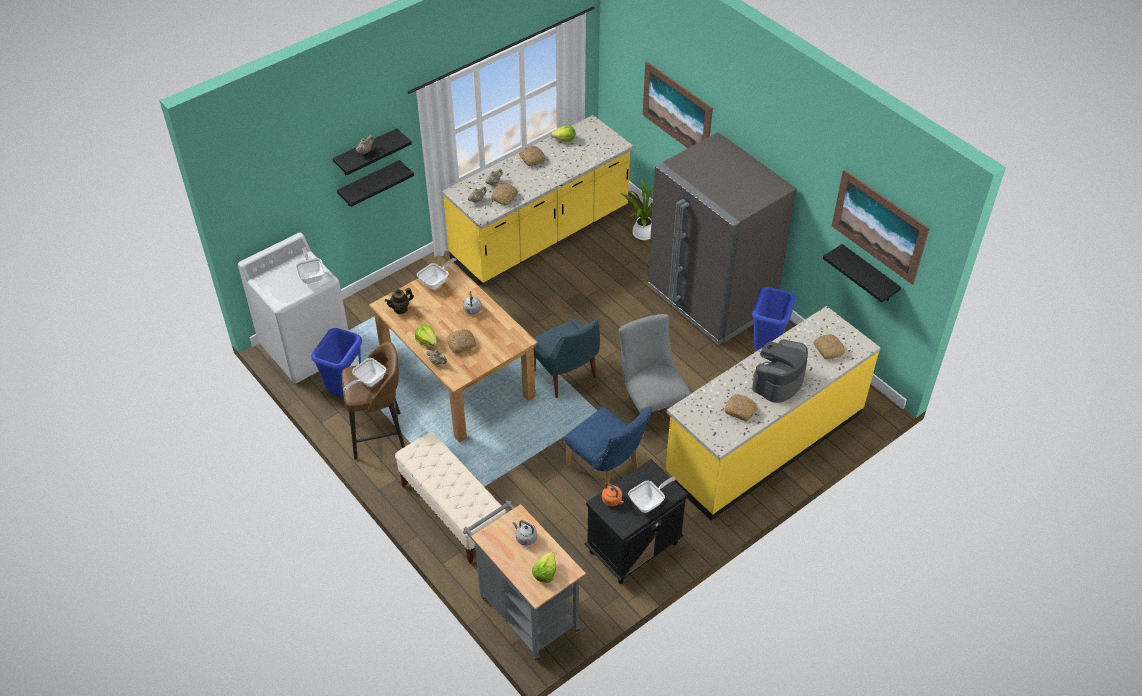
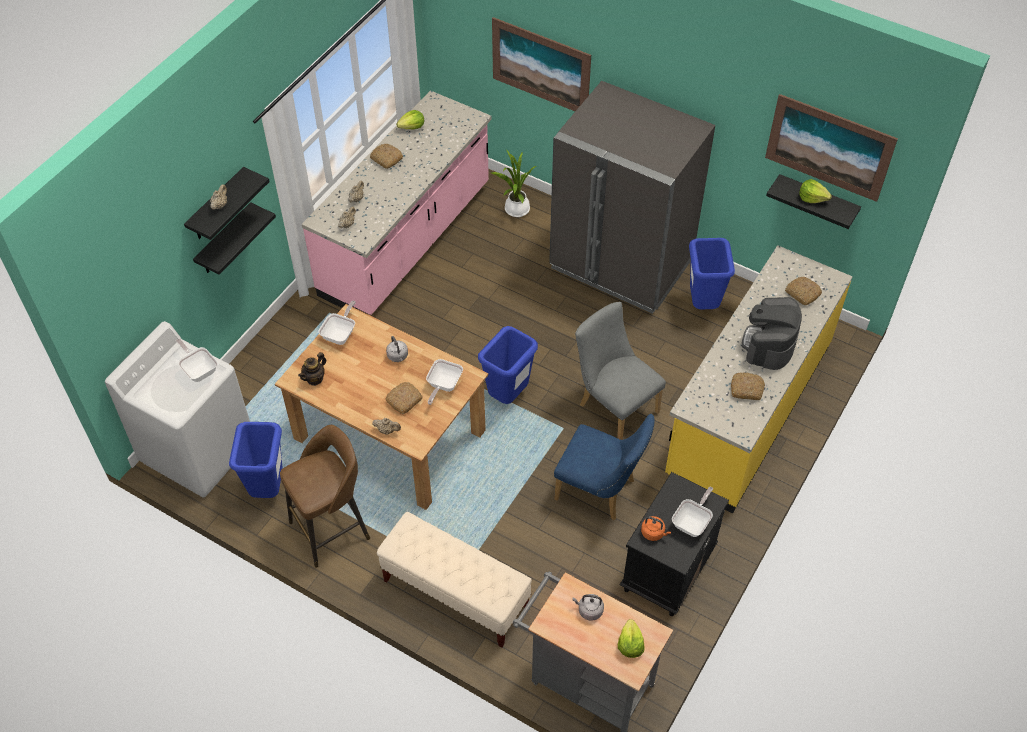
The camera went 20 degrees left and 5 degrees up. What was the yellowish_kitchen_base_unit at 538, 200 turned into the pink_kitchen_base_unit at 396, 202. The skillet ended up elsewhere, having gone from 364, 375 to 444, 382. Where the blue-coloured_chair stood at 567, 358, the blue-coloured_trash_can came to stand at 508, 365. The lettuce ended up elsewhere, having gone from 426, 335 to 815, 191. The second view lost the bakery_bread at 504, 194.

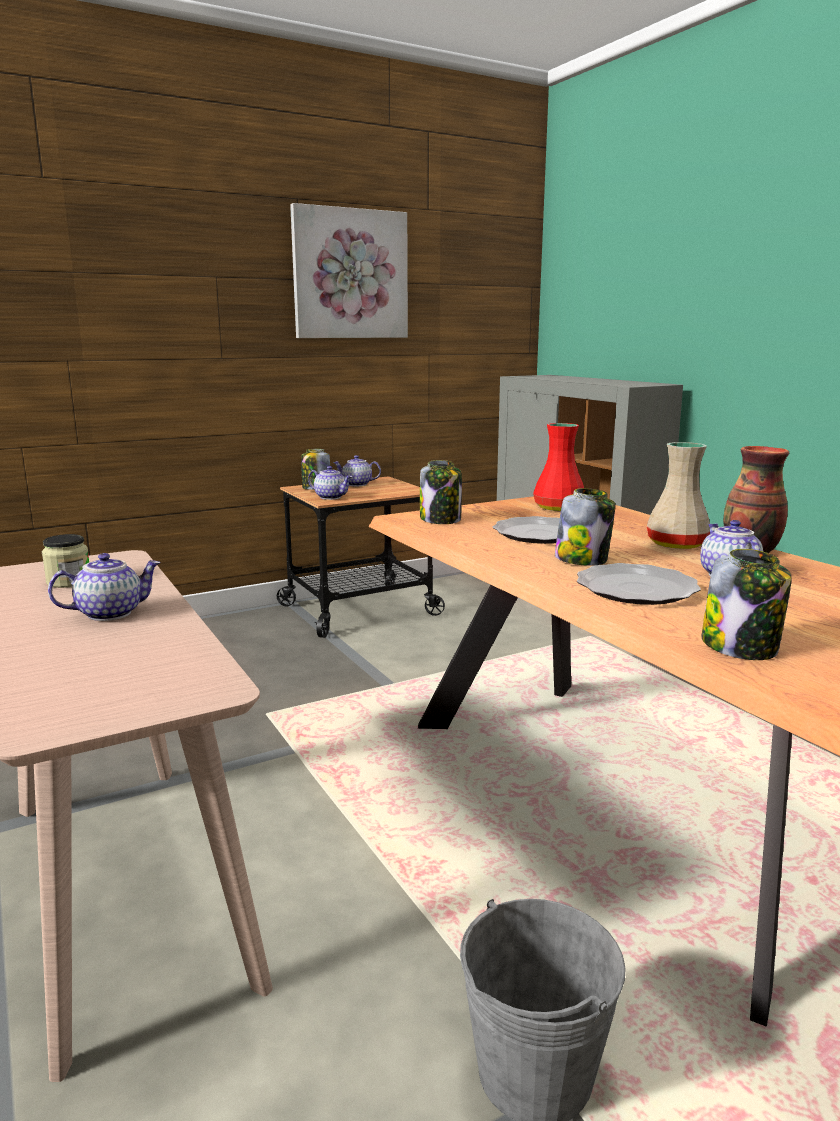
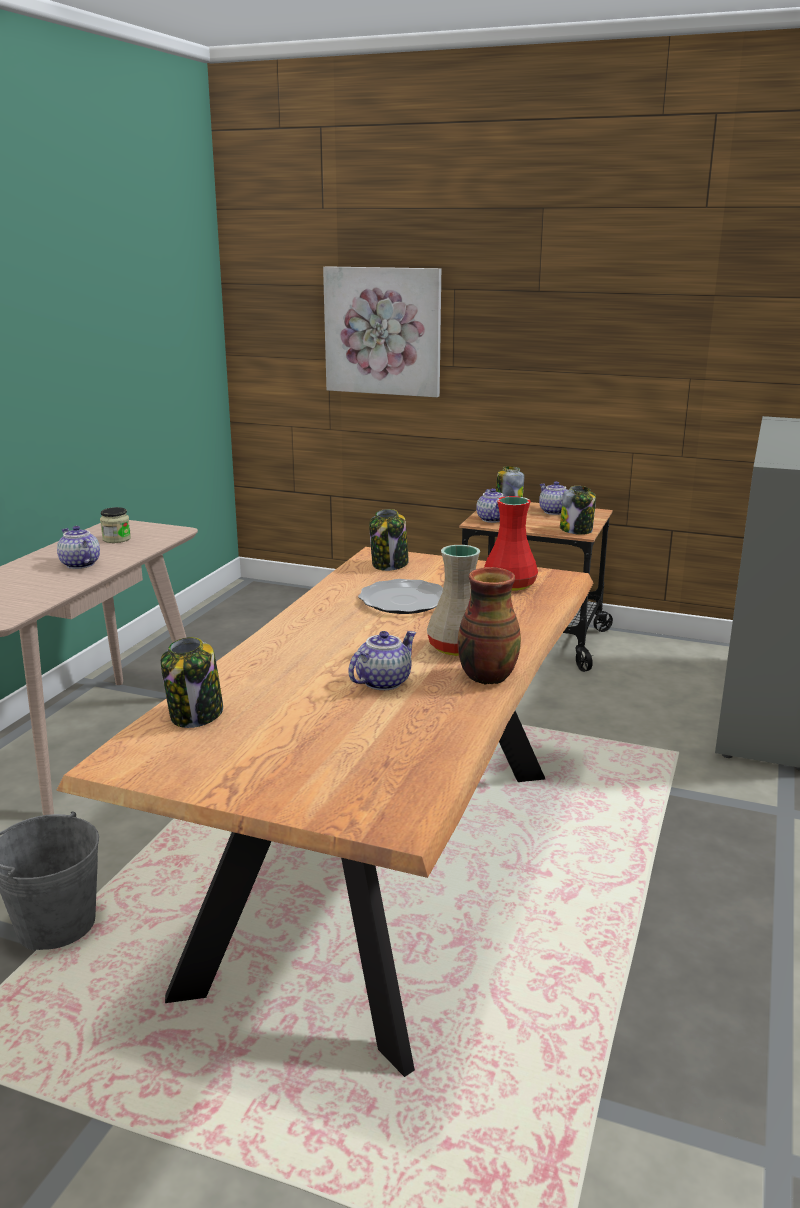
The camera went 50 degrees right and 5 degrees up. The pot_for_tea at 104, 587 ended up facing another way, 150 degrees counterclockwise from before. The picture ended up elsewhere, having gone from 349, 270 to 382, 331. The jar ended up elsewhere, having gone from 585, 527 to 578, 510. The second view lost the flat_dish at 639, 584.

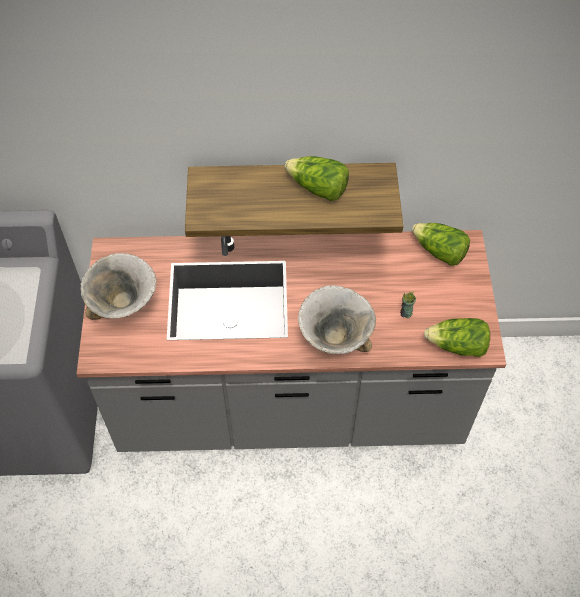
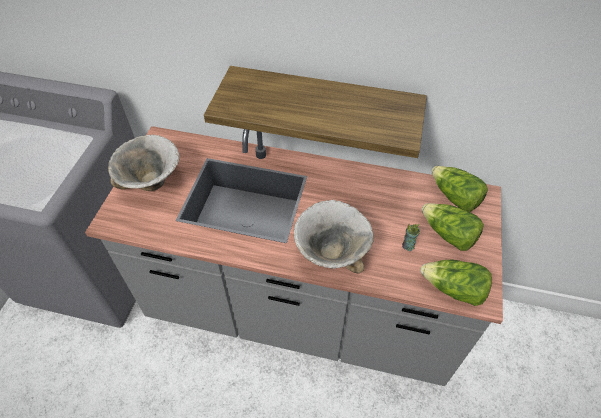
The camera went 15 degrees right and 5 degrees down. The lettuce ended up elsewhere, having gone from 316, 178 to 452, 227.

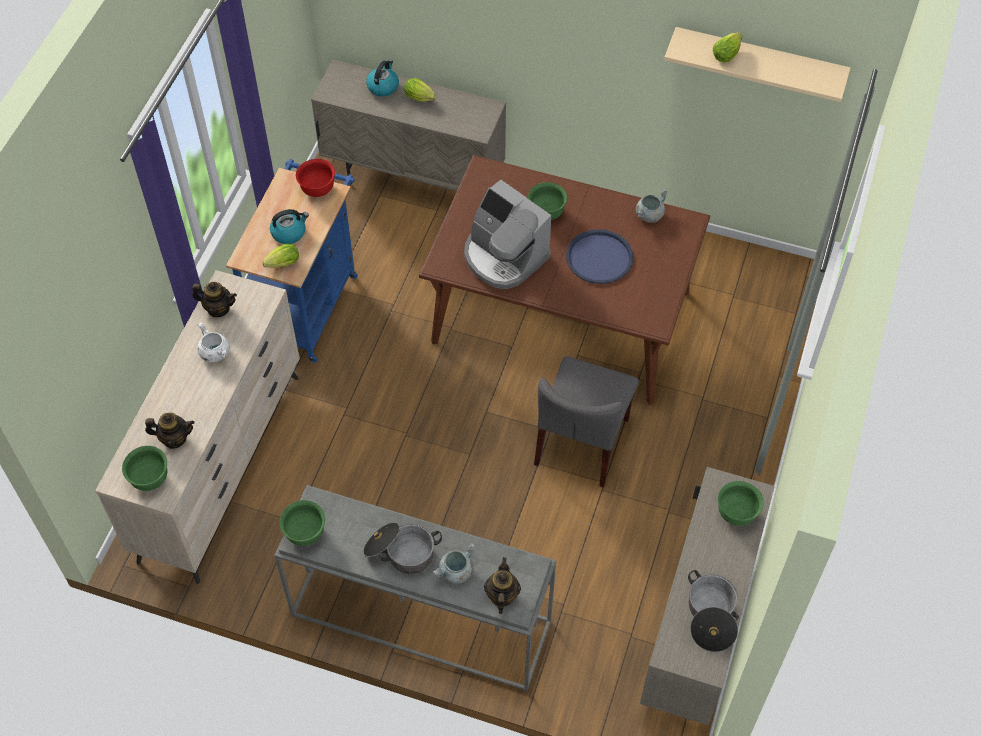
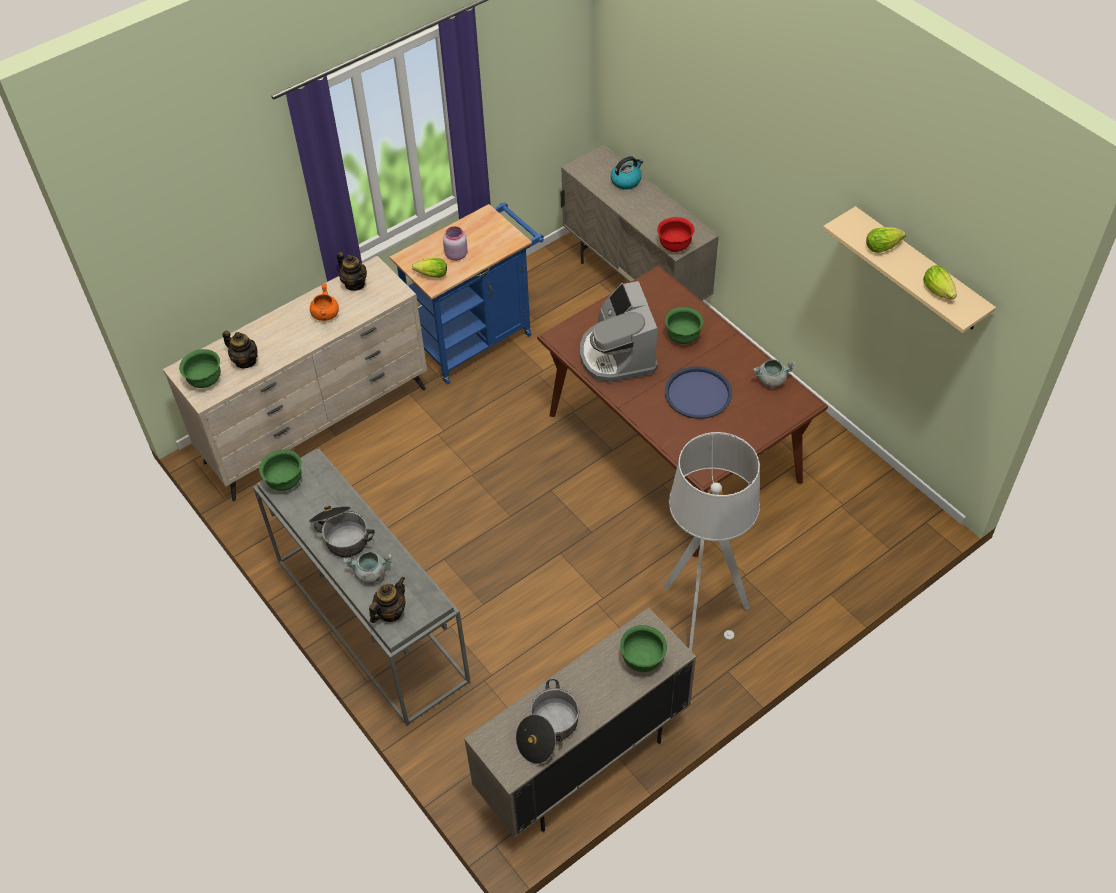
The camera went 35 degrees right and 5 degrees down. What was the white_saucepot at 213, 342 turned into the orange-coloured_saucepot at 324, 302. Where the tea_kettle stood at 289, 226, the pink_jar came to stand at 455, 243. The reddish_serving_bowl ended up elsewhere, having gone from 315, 178 to 675, 234. The second view gained the greyish_floor_lamp at 711, 541. The lettuce ended up elsewhere, having gone from 420, 89 to 940, 282. The second view lost the greyish_chair at 586, 422.

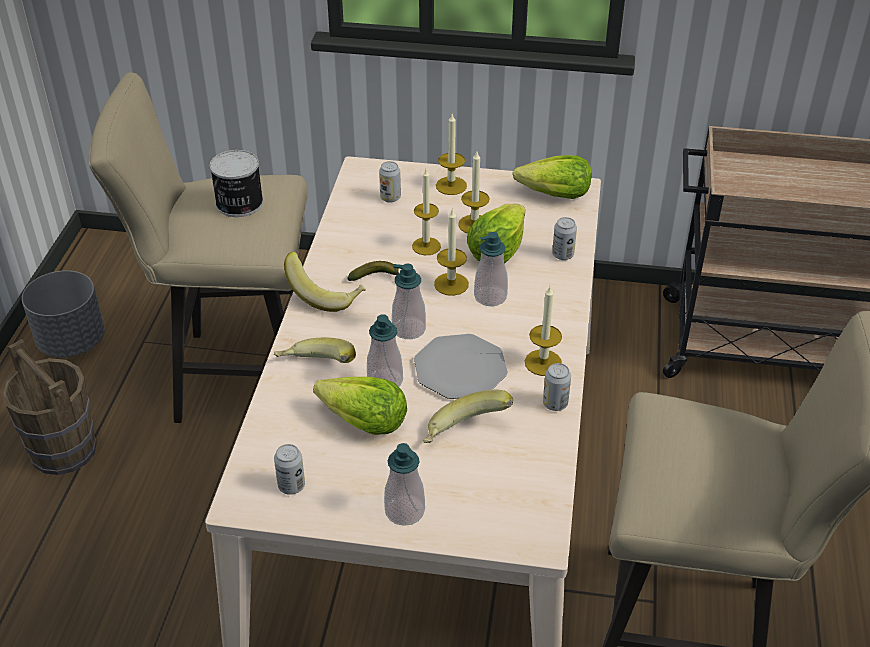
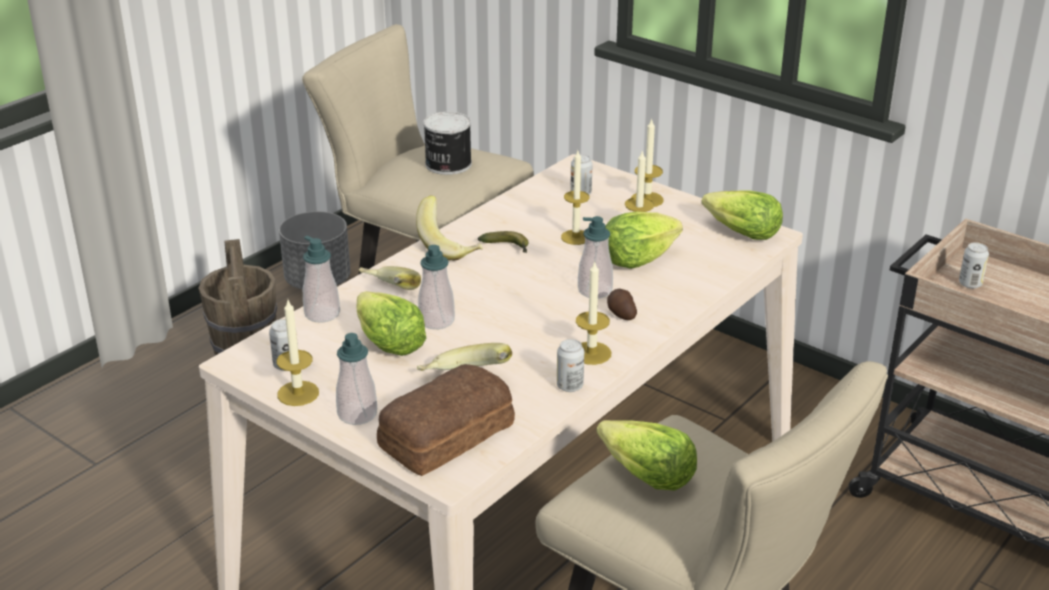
The camera went 30 degrees right and 10 degrees down. The candle ended up elsewhere, having gone from 451, 252 to 298, 353. The soap_dispenser ended up elsewhere, having gone from 409, 301 to 321, 279. The second view gained the bakery_bread at 446, 420. The second view gained the lettuce at 647, 455. The second view gained the whole_potato at 622, 304. The metal_can ended up elsewhere, having gone from 564, 238 to 974, 265. The second view lost the flat_dish at 461, 366.

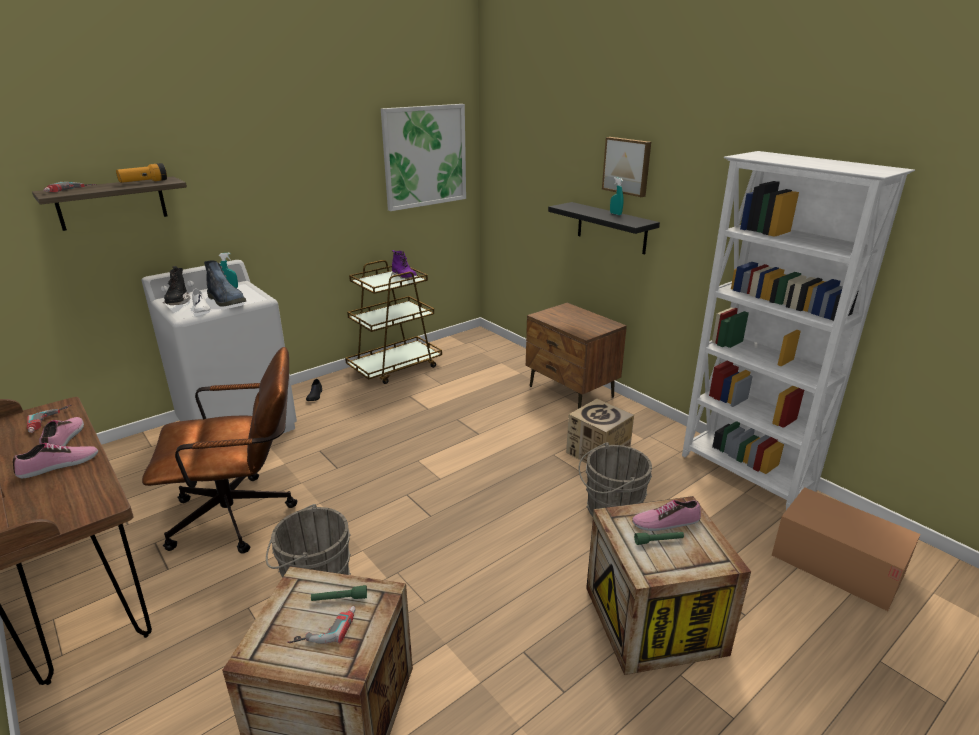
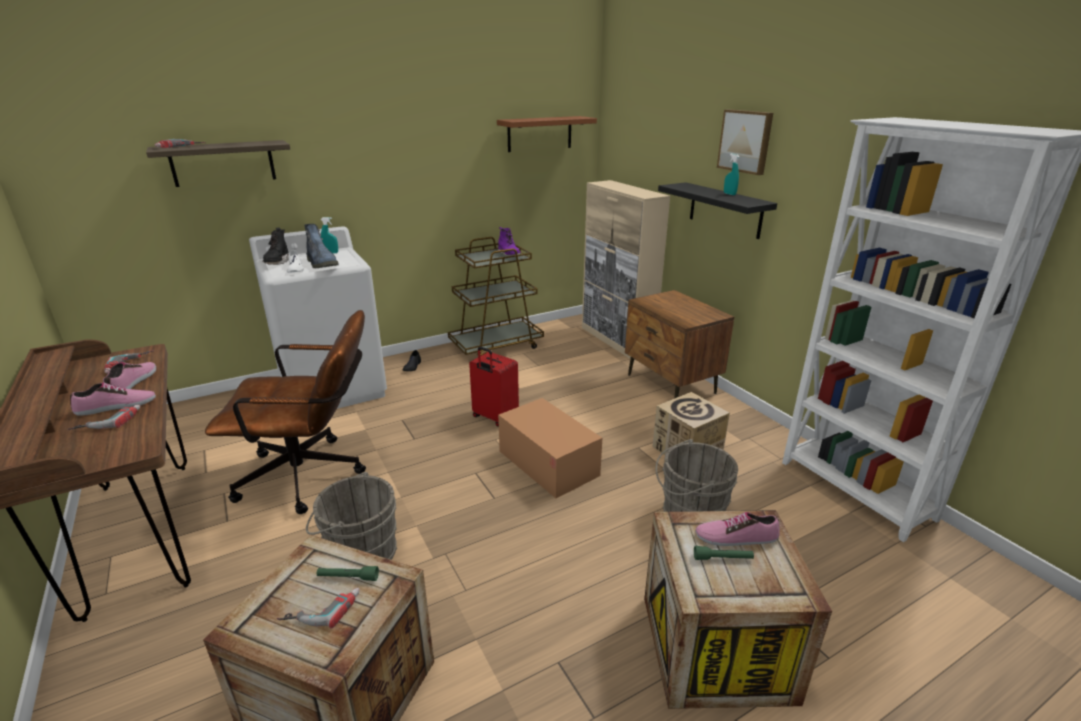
The camera went 10 degrees right and 0 degrees up. The second view gained the power_drill at 104, 417. The second view gained the reddish_piece_of_luggage at 494, 386. Where the picture hung at 423, 157, the brown_bracket_shelf came to hang at 547, 134. The carton ended up elsewhere, having gone from 846, 549 to 550, 448. The second view gained the beige-coloured_cupboard at 626, 270. The second view lost the flashlight at 141, 173.

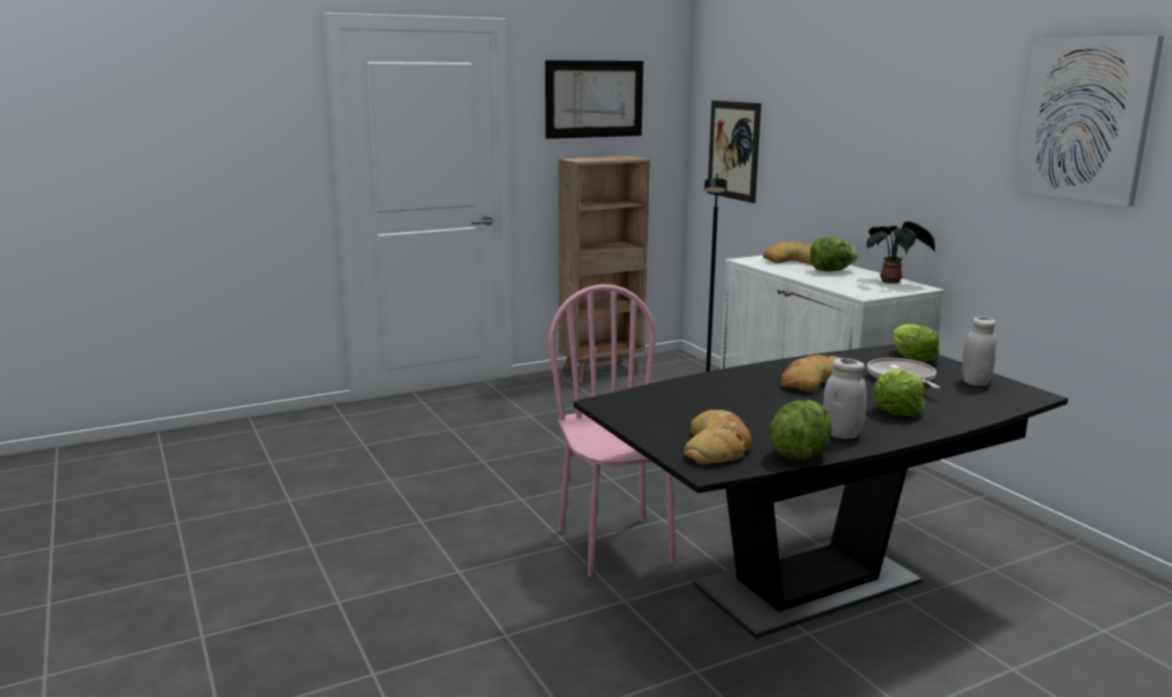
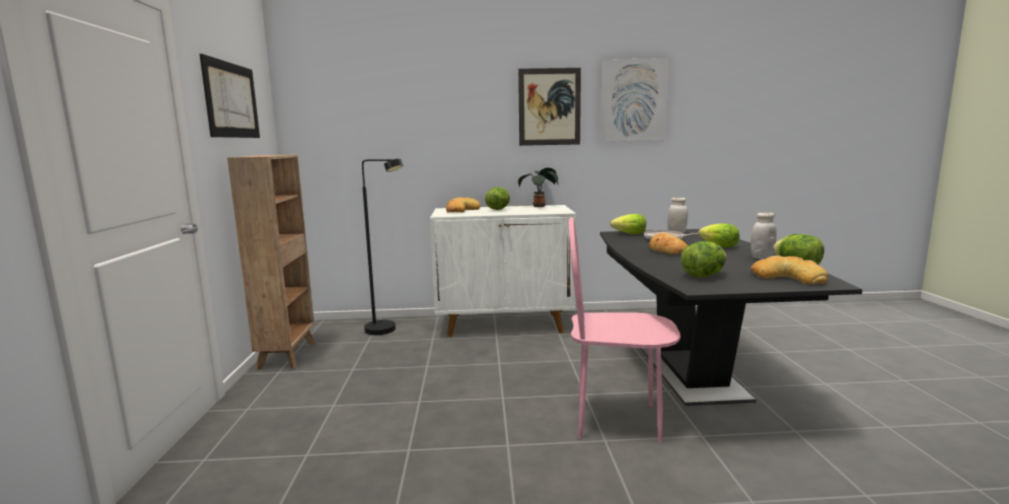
The camera went 65 degrees left and 5 degrees down. The picture ended up elsewhere, having gone from 734, 151 to 549, 107. The second view gained the lettuce at 704, 259.

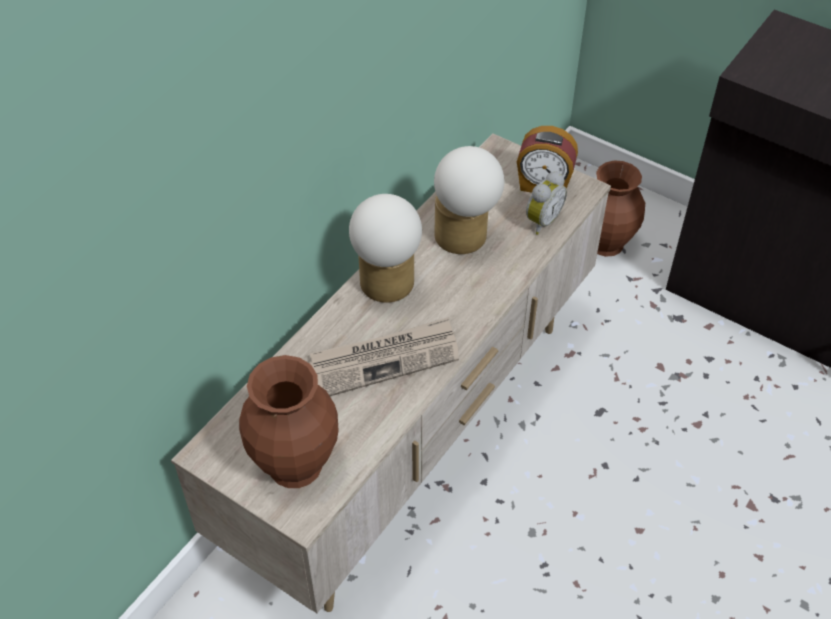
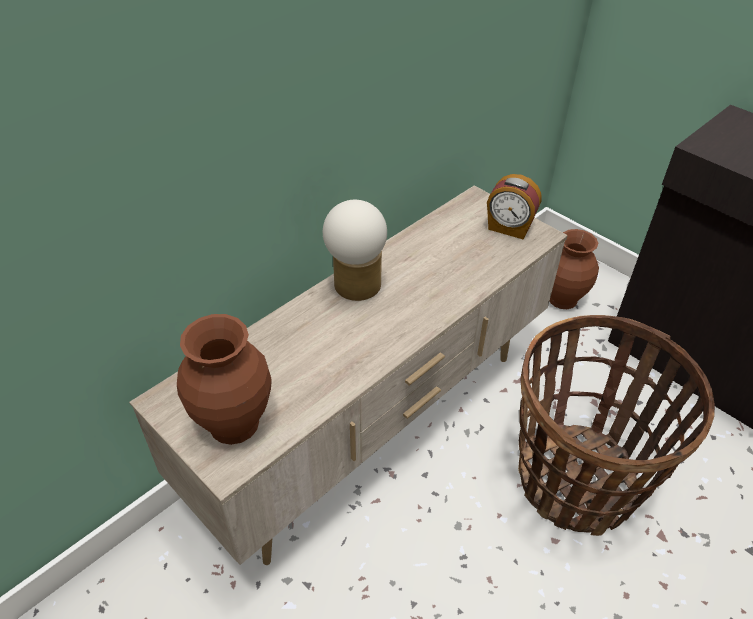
The camera went 10 degrees right and 5 degrees down. The second view gained the basket at 616, 425. The second view lost the newspaper at 384, 356. The second view lost the tabletop_lamp at 469, 200. The second view lost the alarm_clock at 546, 203.

